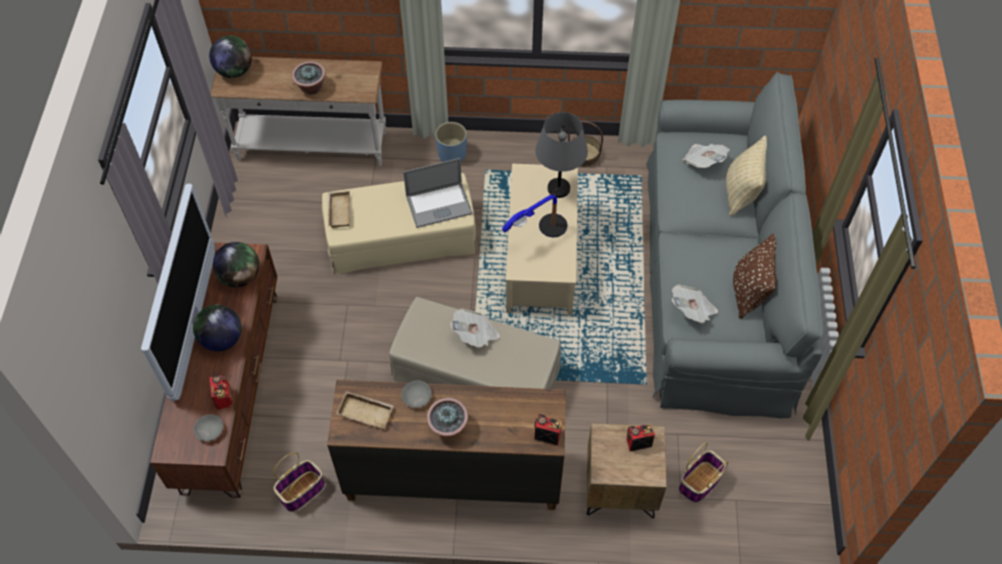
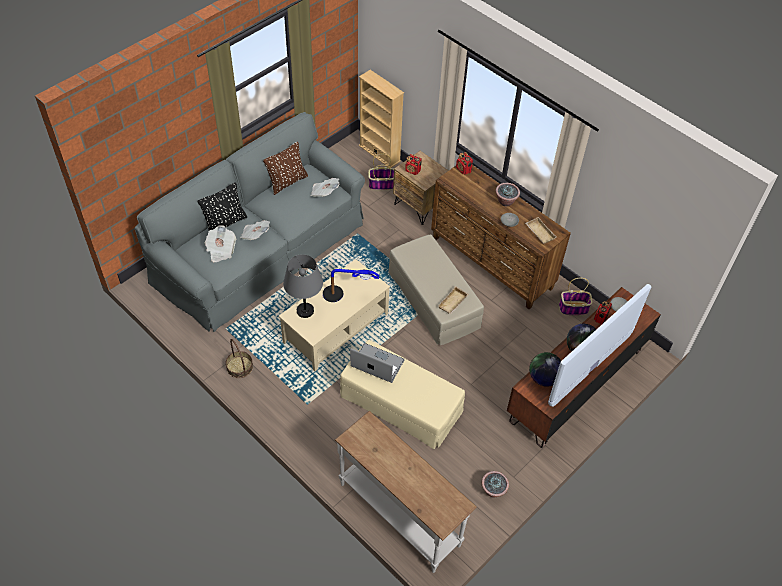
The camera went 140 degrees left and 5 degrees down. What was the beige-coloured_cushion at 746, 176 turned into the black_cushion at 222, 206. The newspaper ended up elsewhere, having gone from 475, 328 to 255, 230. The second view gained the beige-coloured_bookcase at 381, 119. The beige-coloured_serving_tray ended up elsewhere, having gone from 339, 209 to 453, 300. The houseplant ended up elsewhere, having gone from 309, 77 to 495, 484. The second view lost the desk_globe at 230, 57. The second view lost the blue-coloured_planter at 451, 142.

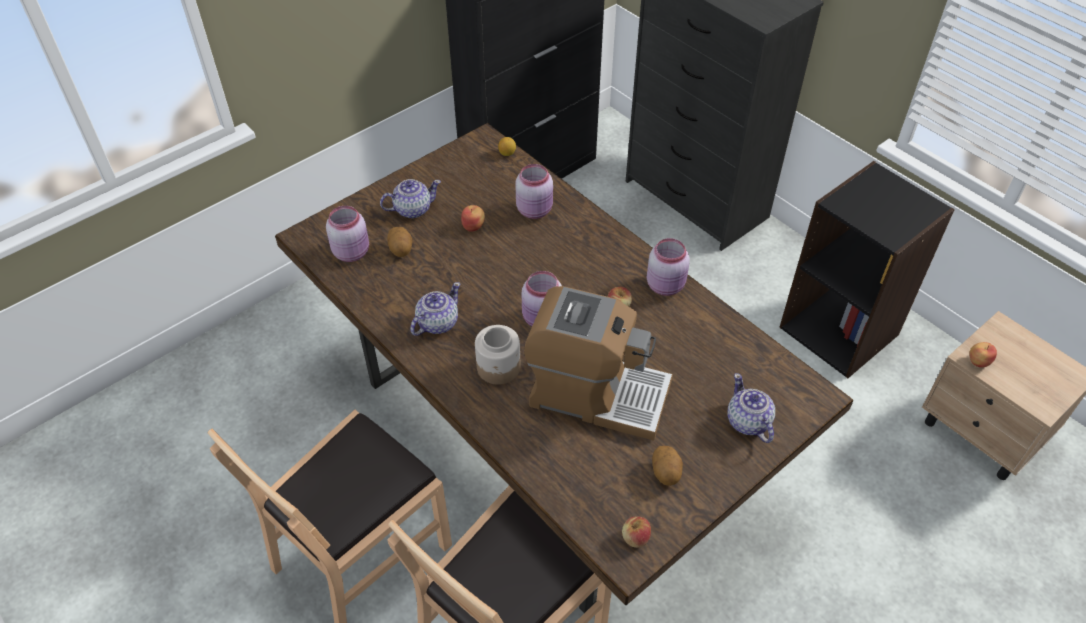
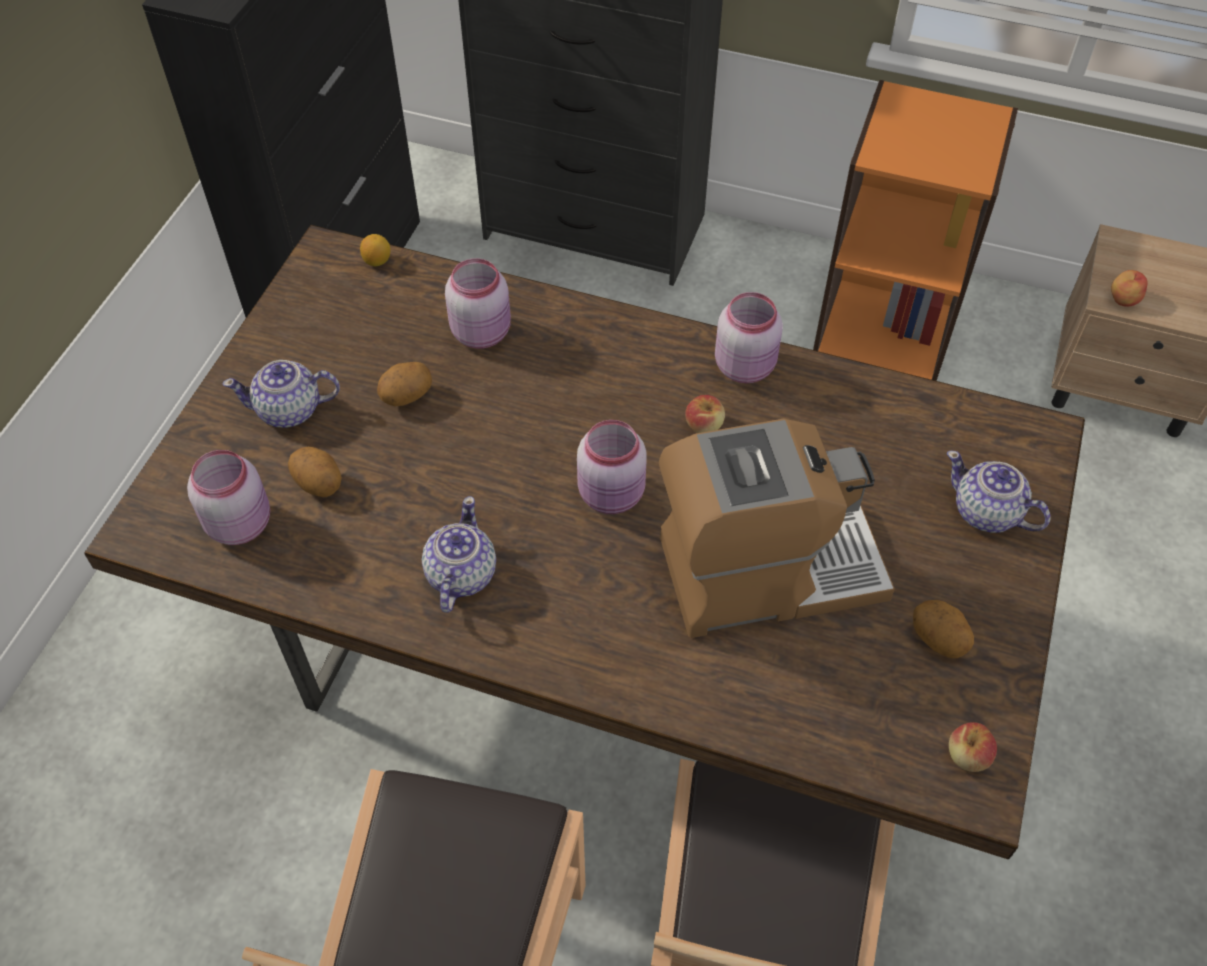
The camera went 30 degrees left and 5 degrees up. The pot_for_tea at 410, 198 ended up facing another way, 135 degrees counterclockwise from before. Where the apple stood at 473, 218, the whole_potato came to stand at 404, 384. What was the black_bookcase at 867, 269 turned into the orange-coloured_bookcase at 915, 230. The second view lost the jar at 497, 355.

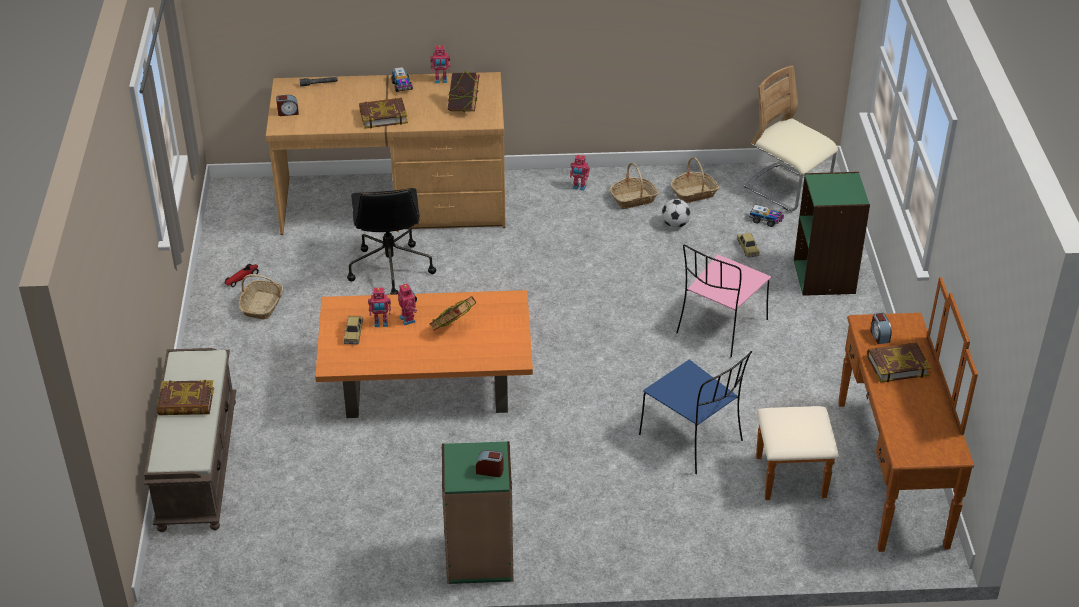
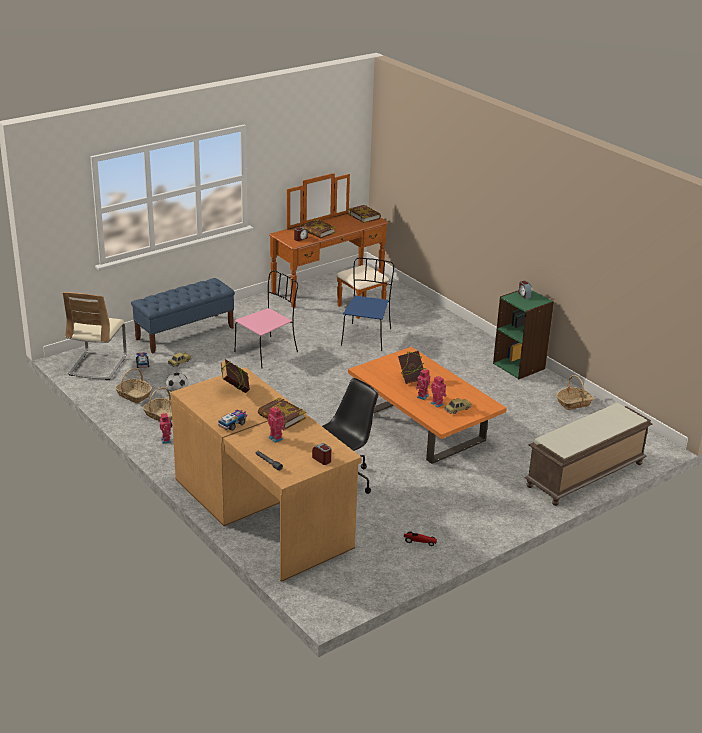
The camera went 125 degrees left and 10 degrees down. Where the greenish_bookcase stood at 832, 234, the blue-coloured_indoor_bench came to stand at 183, 316. The pink_chair at 723, 301 ended up facing another way, 45 degrees counterclockwise from before. The model_robot ended up elsewhere, having gone from 440, 64 to 276, 425. The bound_book ended up elsewhere, having gone from 185, 397 to 364, 214. The basket ended up elsewhere, having gone from 261, 296 to 575, 392.

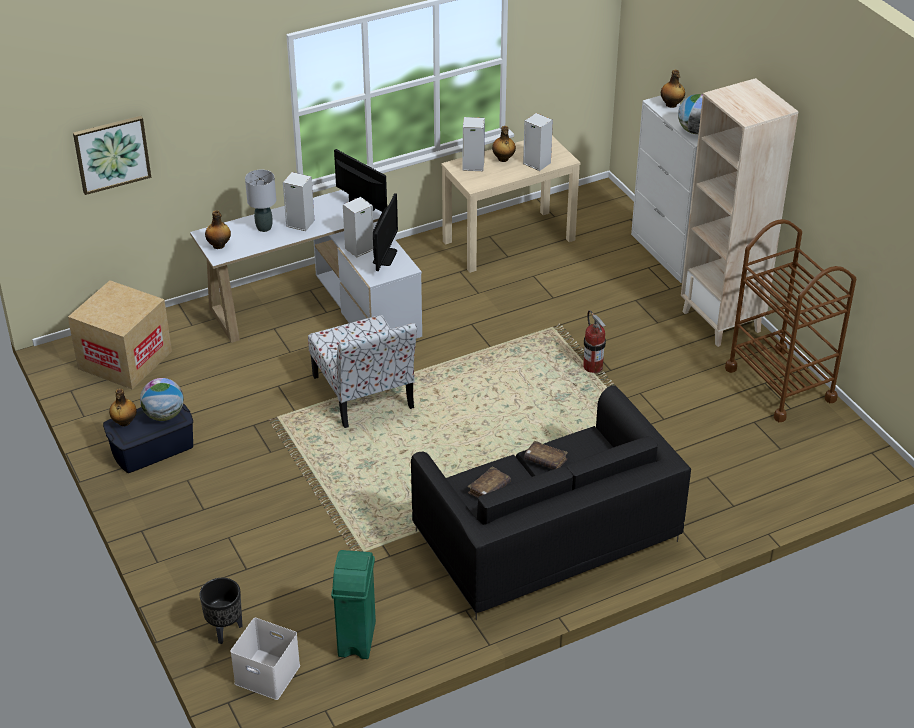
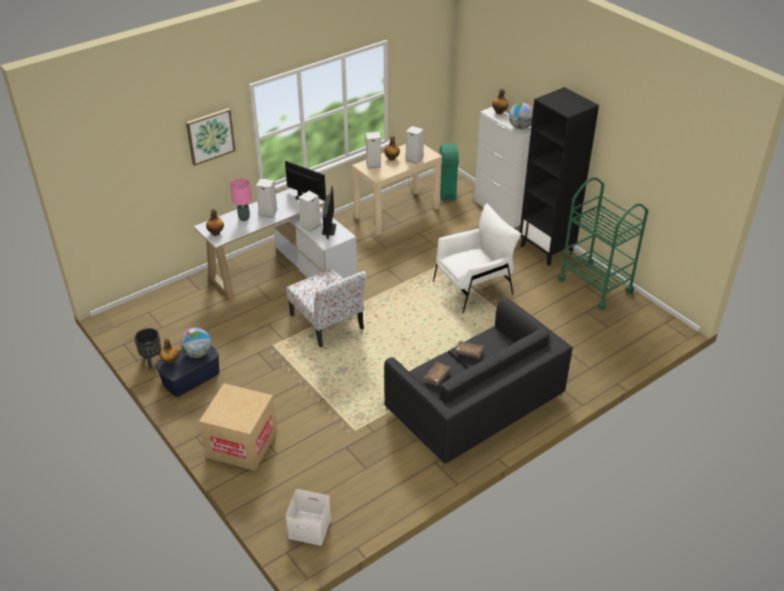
The camera went 10 degrees left and 0 degrees up. The black_planter ended up elsewhere, having gone from 221, 611 to 147, 348. The picture ended up elsewhere, having gone from 112, 155 to 211, 137. The carton ended up elsewhere, having gone from 120, 334 to 238, 427. What was the greyish_tabletop_lamp at 260, 201 turned into the pink_tabletop_lamp at 241, 199. Where the fire-fighting_cylinder stood at 594, 341, the white_armchair came to stand at 477, 258. The greenish_trash_can ended up elsewhere, having gone from 353, 604 to 449, 172. What was the beige-coloured_bookcase at 740, 212 turned into the black_bookcase at 559, 176. What was the brown_cart at 790, 320 turned into the greenish_cart at 603, 243.

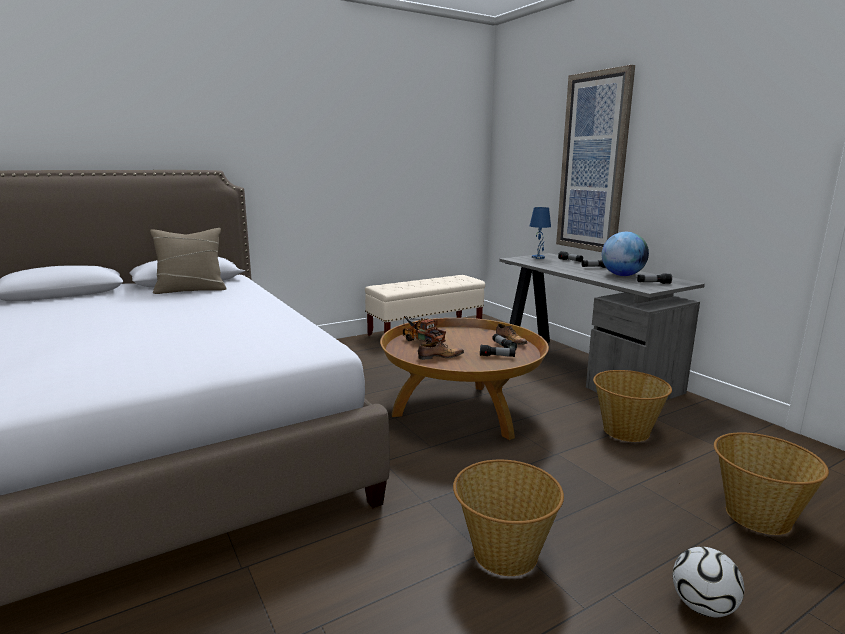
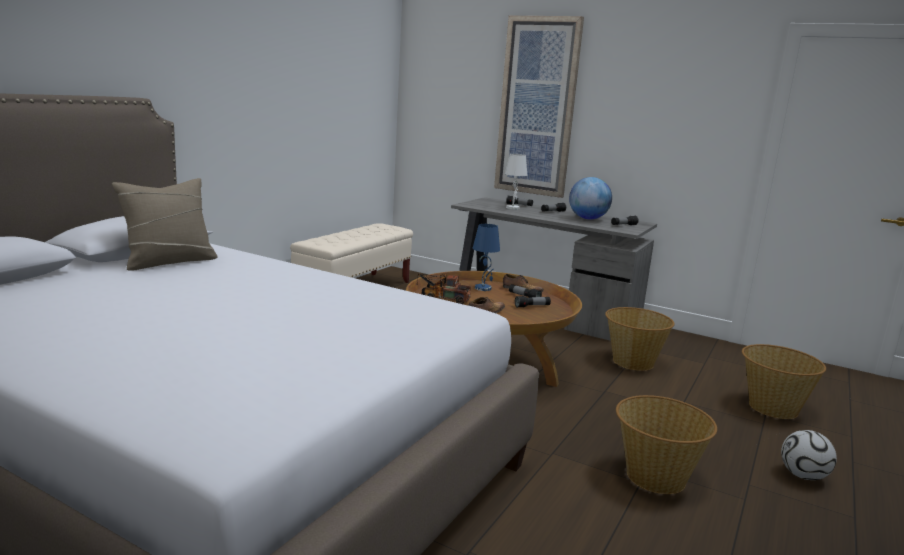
The camera went 30 degrees left and 0 degrees up. The blue-coloured_tabletop_lamp ended up elsewhere, having gone from 540, 233 to 486, 257. The second view gained the white_tabletop_lamp at 516, 182.

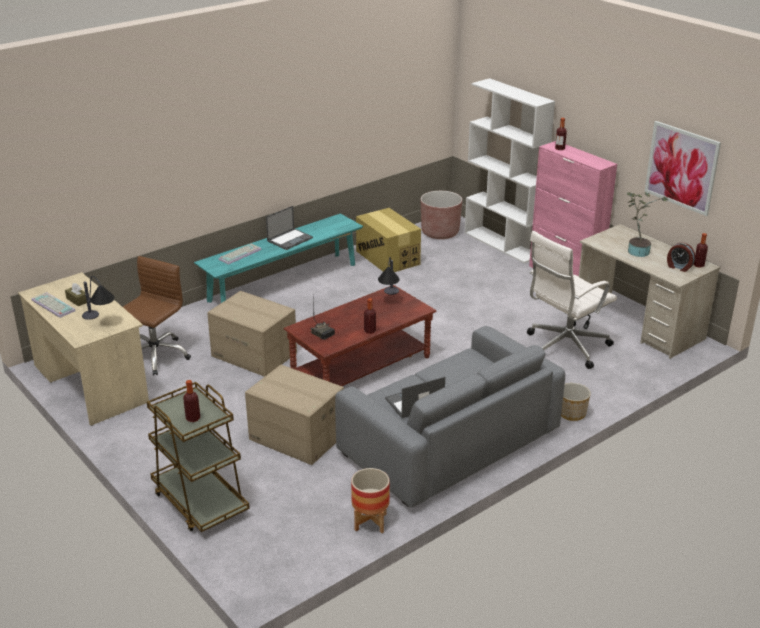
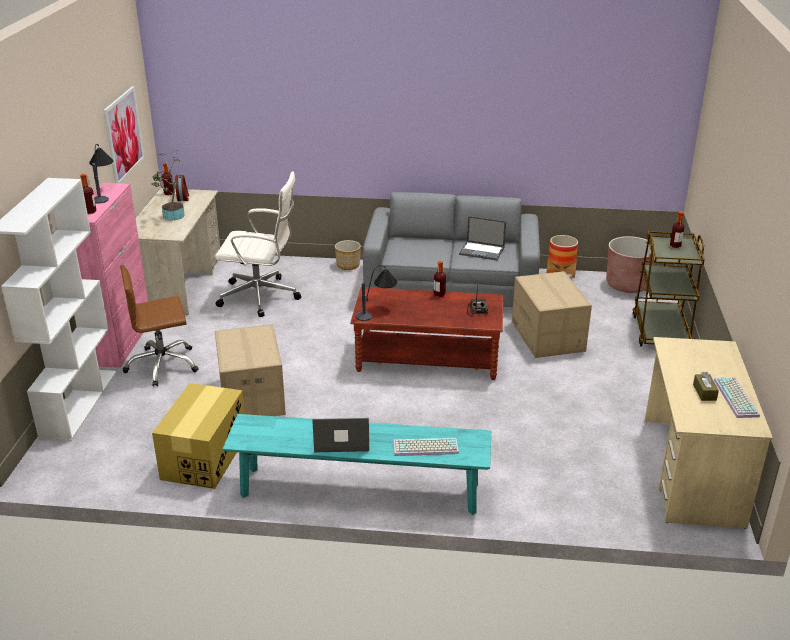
The camera went 135 degrees left and 0 degrees up. The tabletop_lamp ended up elsewhere, having gone from 98, 298 to 101, 174. The brown_desk_chair ended up elsewhere, having gone from 157, 316 to 159, 325. The carton ended up elsewhere, having gone from 252, 334 to 250, 370. The brown_planter ended up elsewhere, having gone from 441, 215 to 630, 264.

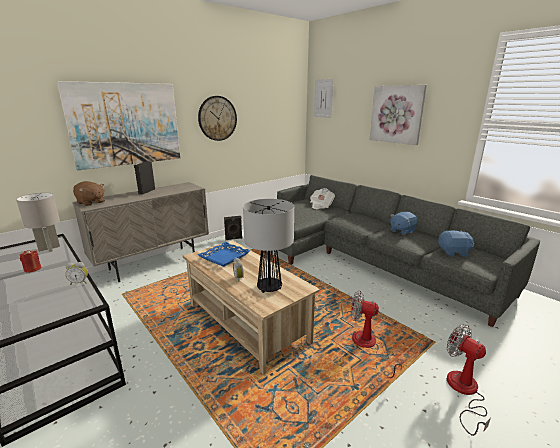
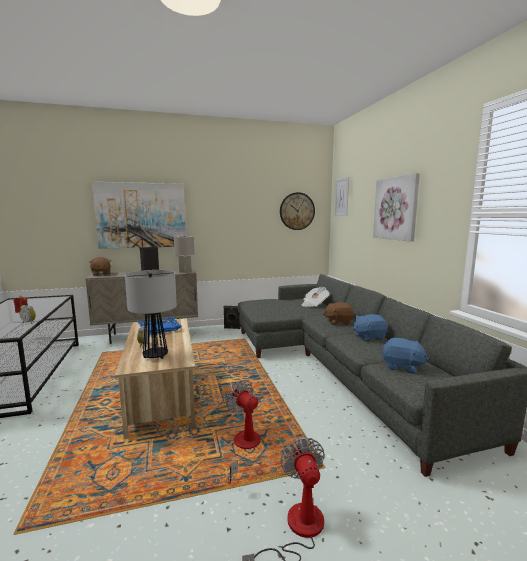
The camera went 25 degrees right and 10 degrees down. The greyish_tabletop_lamp ended up elsewhere, having gone from 38, 222 to 184, 254. The clock_on_the_wall ended up elsewhere, having gone from 217, 118 to 297, 211. The second view gained the brown_cuddly_toy at 338, 313.

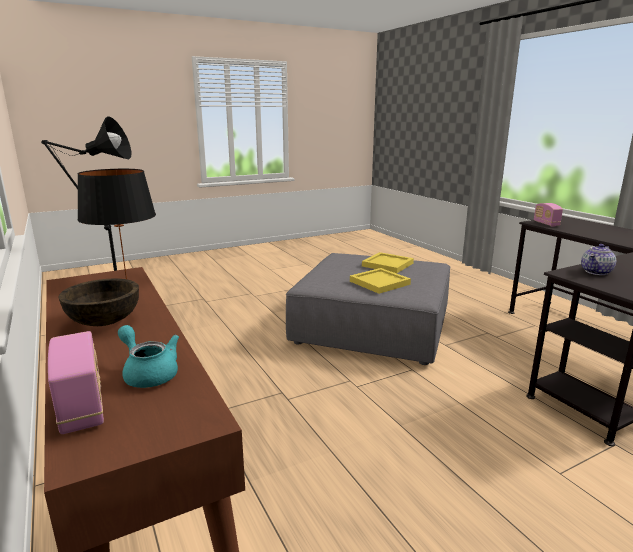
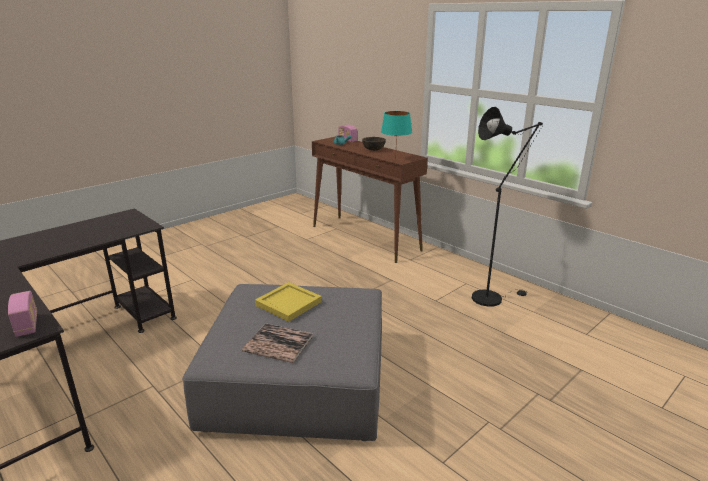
The camera went 165 degrees right and 5 degrees up. Where the yellowish_serving_tray stood at 388, 262, the bound_book came to stand at 277, 343. What was the black_tabletop_lamp at 116, 224 turned into the turquoise-coloured_tabletop_lamp at 396, 135. The second view lost the pot_for_tea at 598, 259.

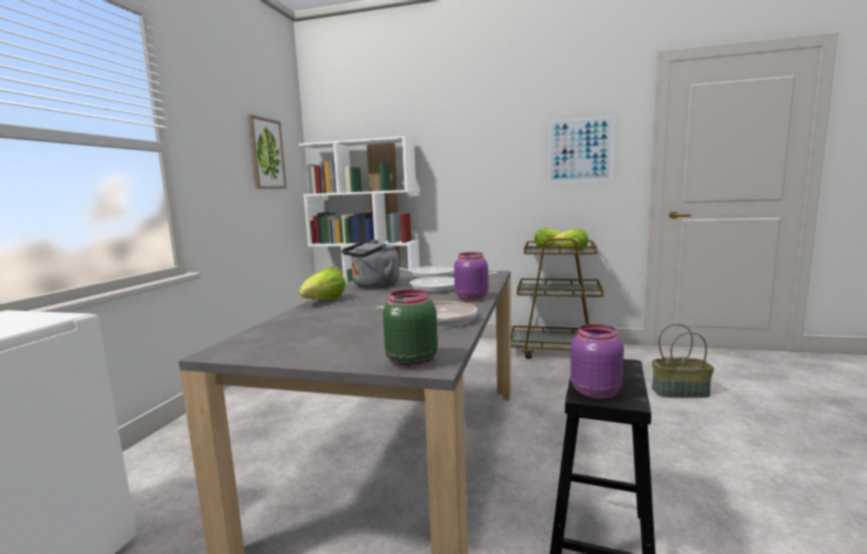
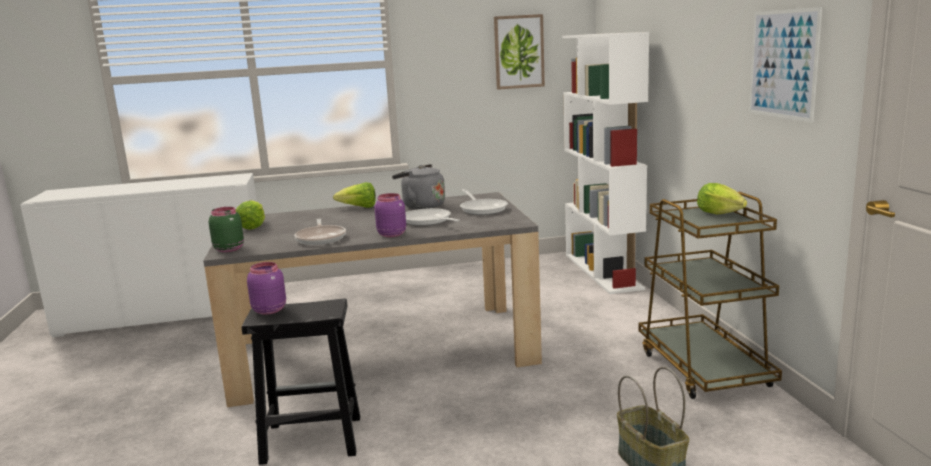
The camera went 65 degrees right and 5 degrees up. The lettuce ended up elsewhere, having gone from 570, 239 to 250, 215.

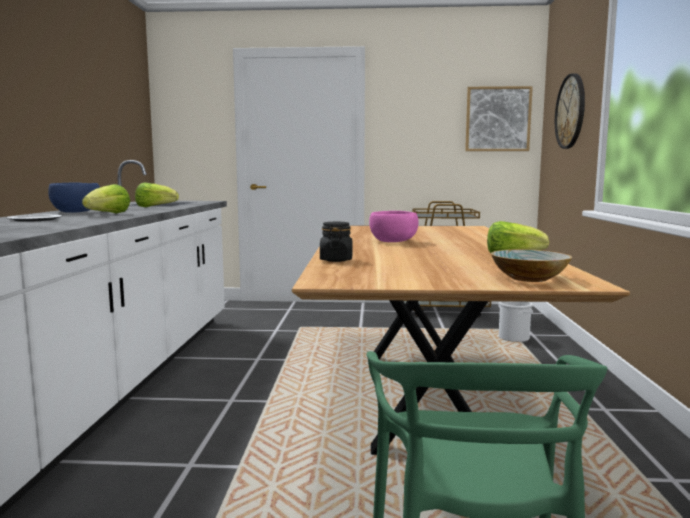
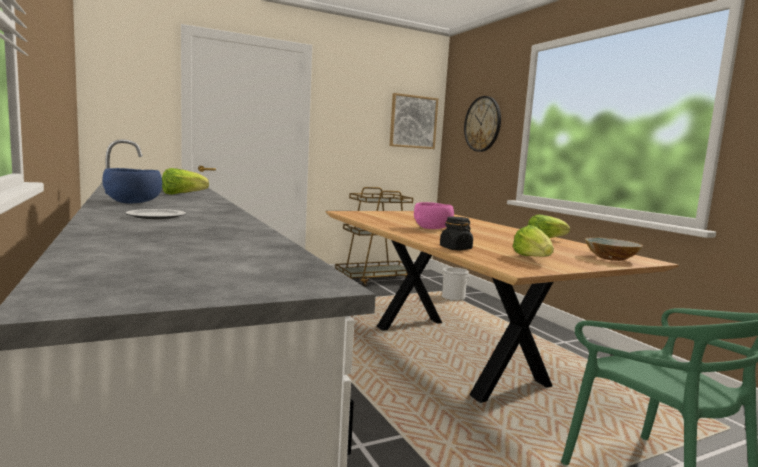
The camera went 30 degrees left and 0 degrees up. The lettuce ended up elsewhere, having gone from 106, 198 to 533, 241.

